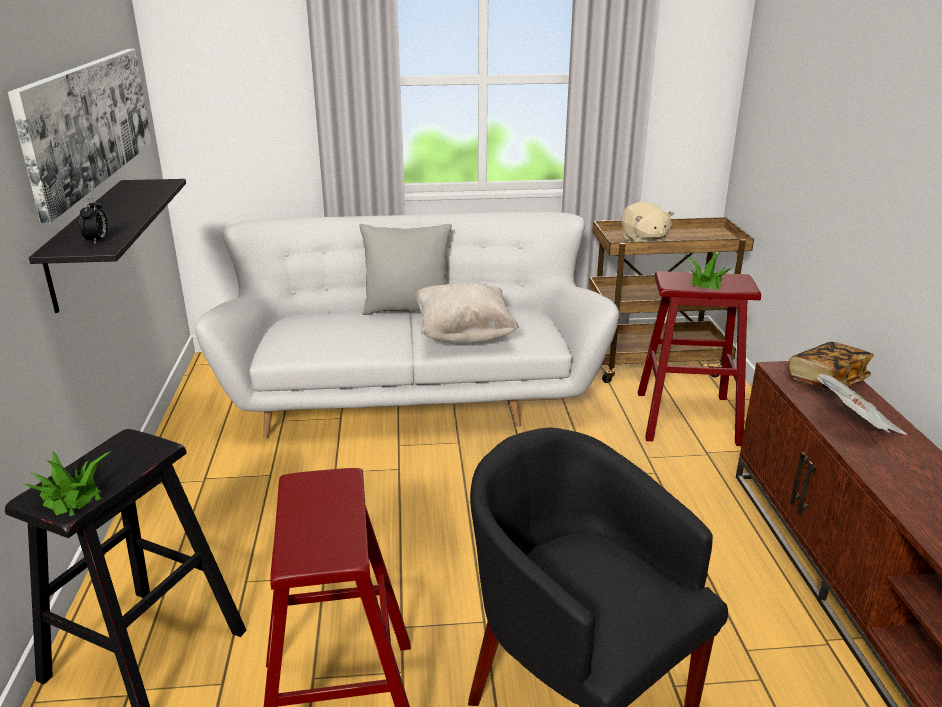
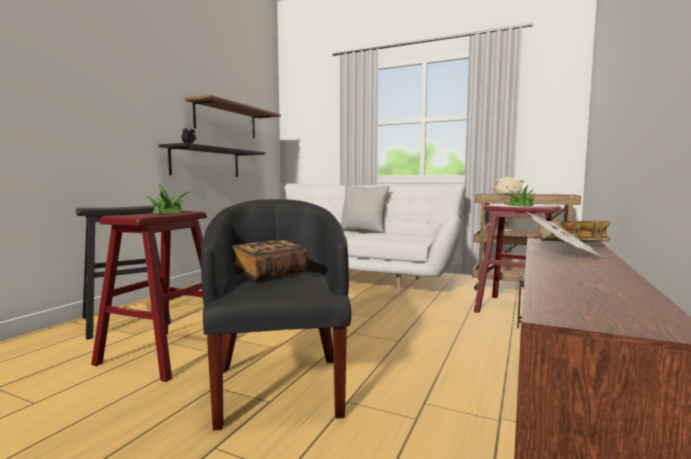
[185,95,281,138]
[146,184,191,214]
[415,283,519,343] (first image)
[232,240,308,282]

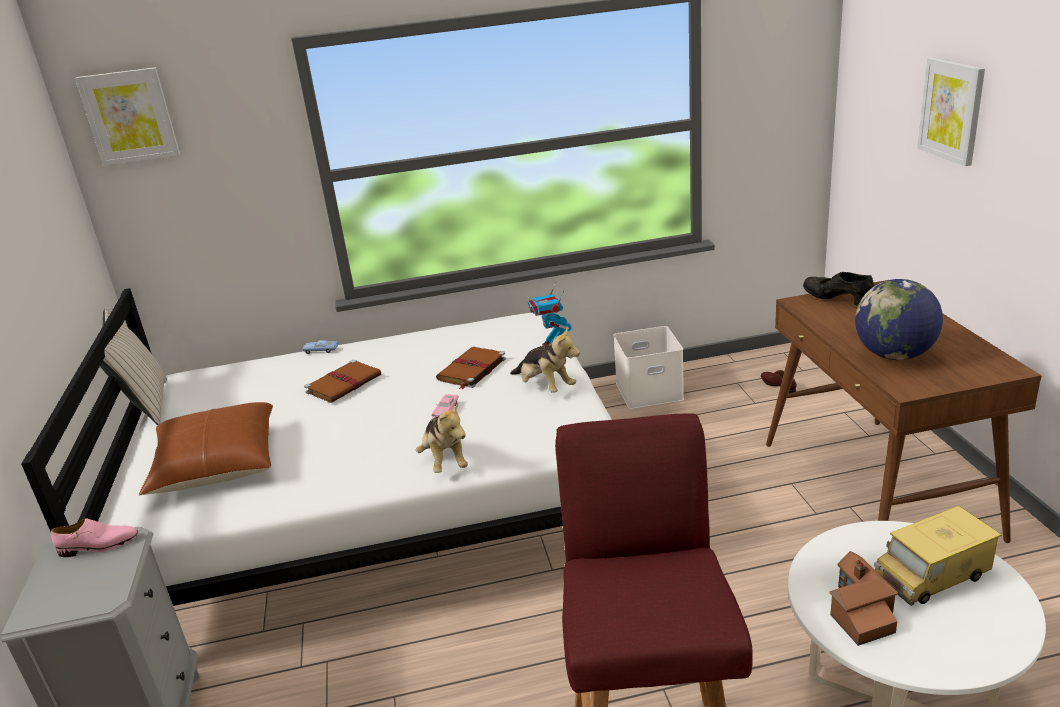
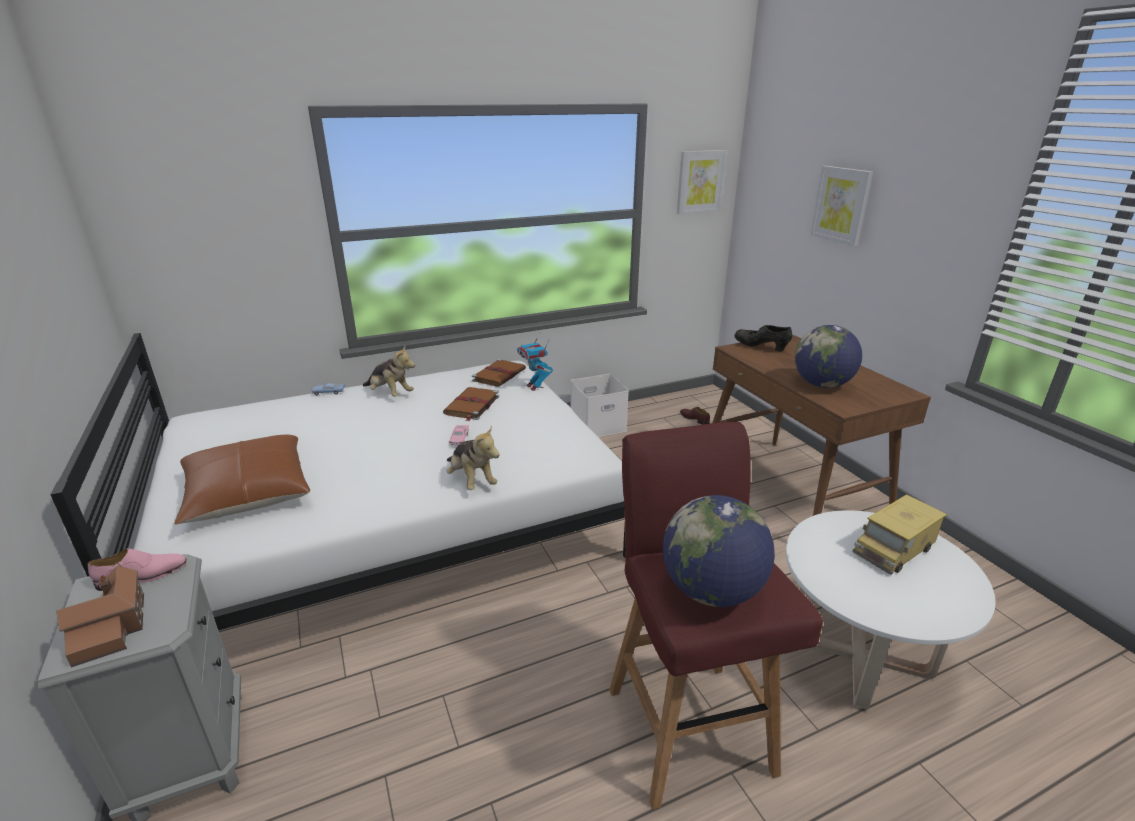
[677,150,727,214]
[100,308,167,425] (first image)
[472,359,526,387]
[363,346,415,397]
[56,566,144,668]
[663,495,775,607]

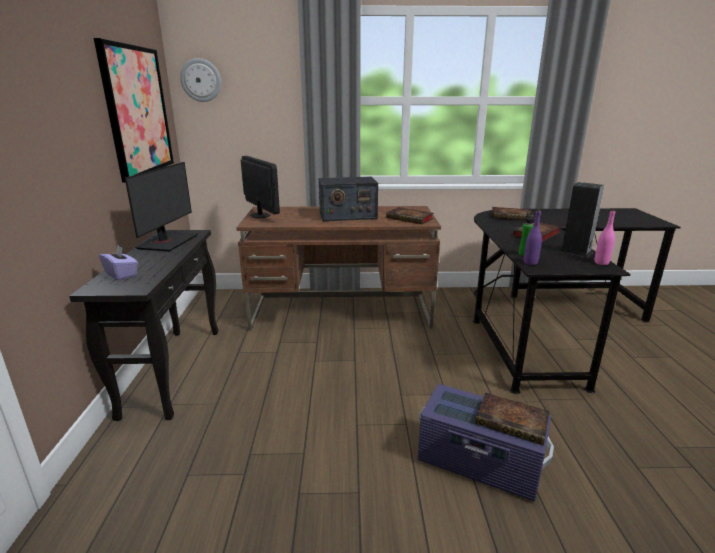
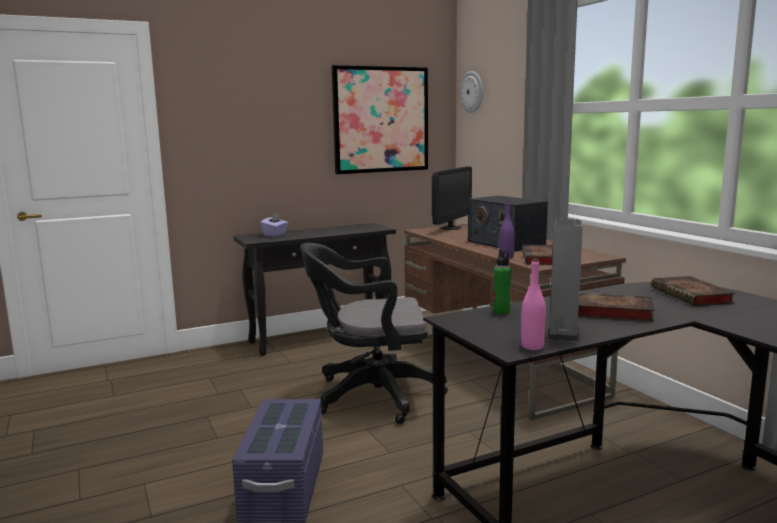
[125,162,198,251] (first image)
[475,393,550,445] (first image)
[499,201,515,259]
[301,243,448,424]

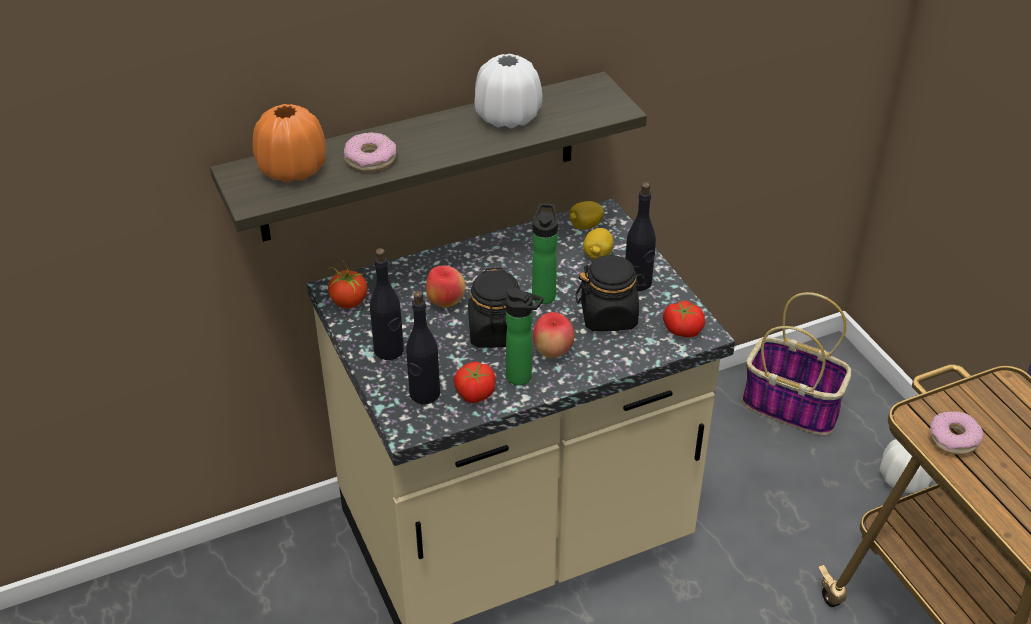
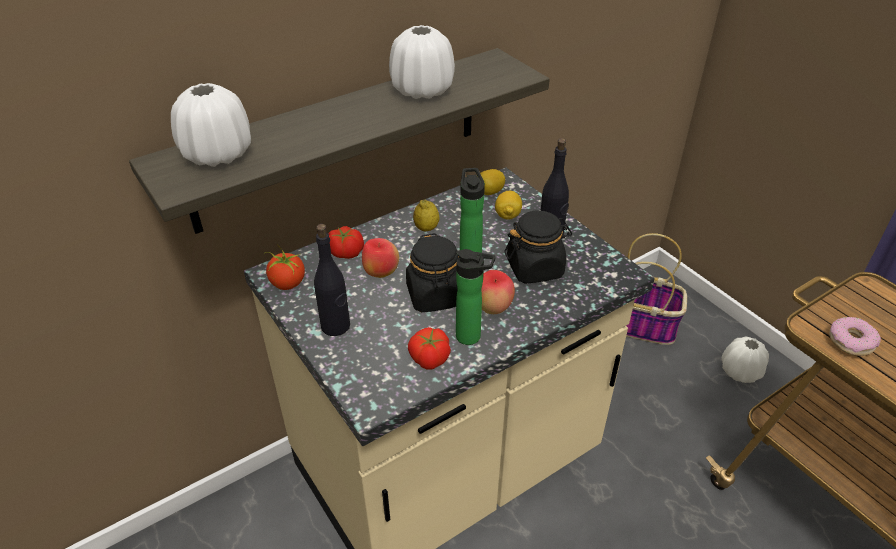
[171,83,251,167]
[344,133,396,172] (first image)
[406,291,440,404] (first image)
[328,226,364,259]
[413,200,440,231]

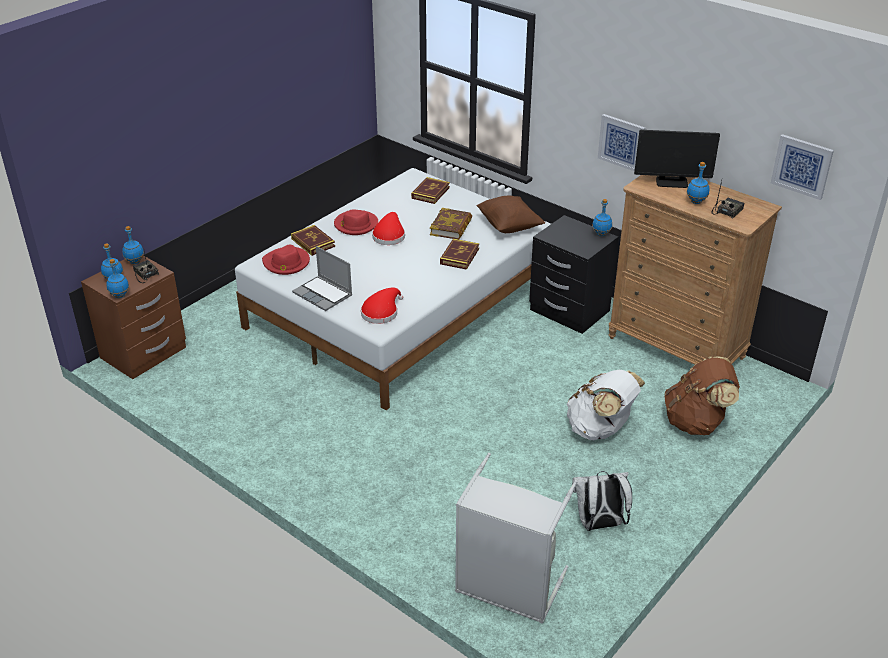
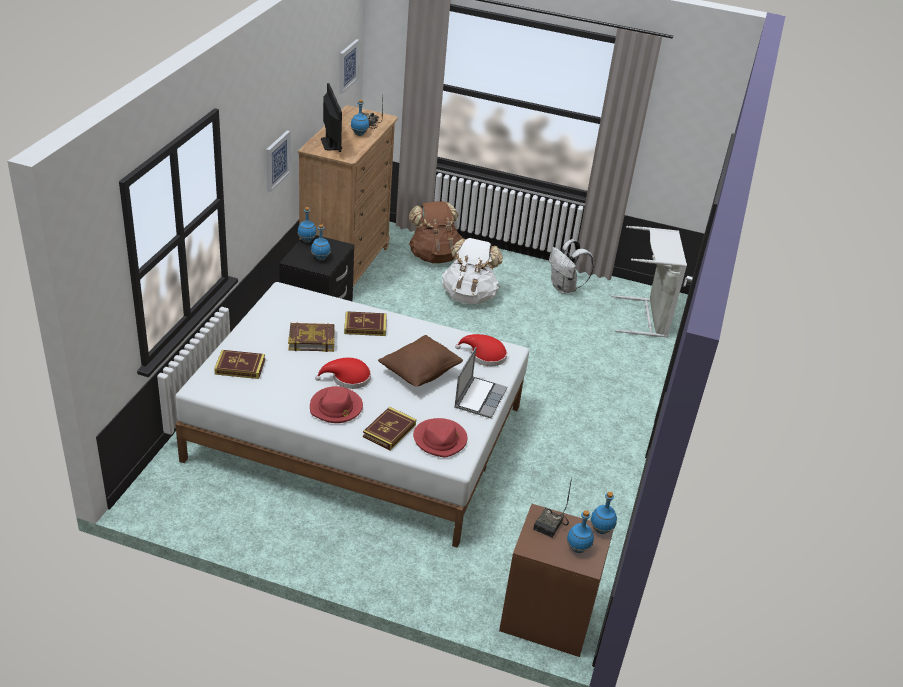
[311,224,331,261]
[378,335,463,387]

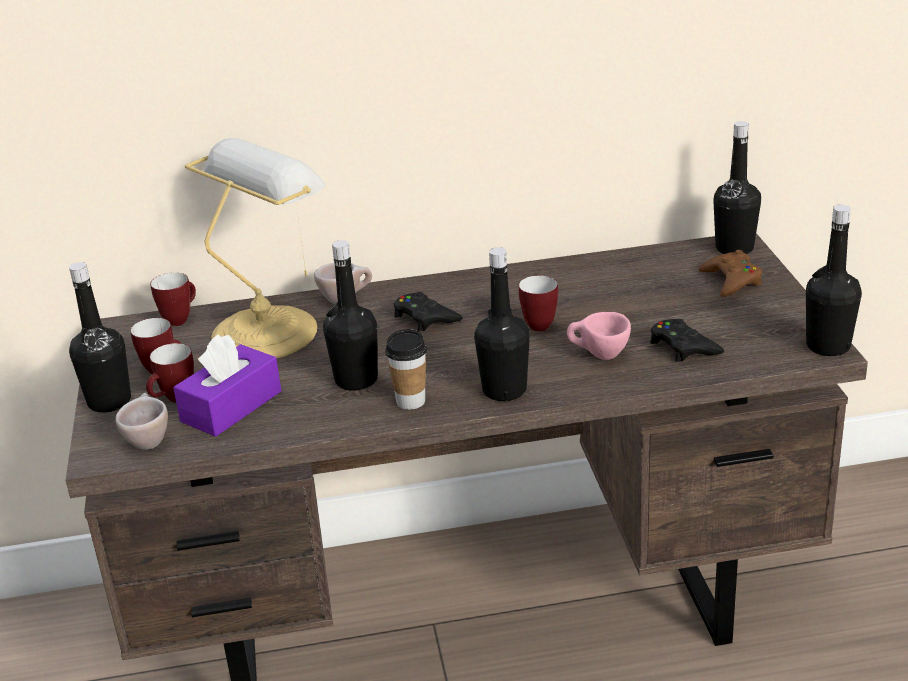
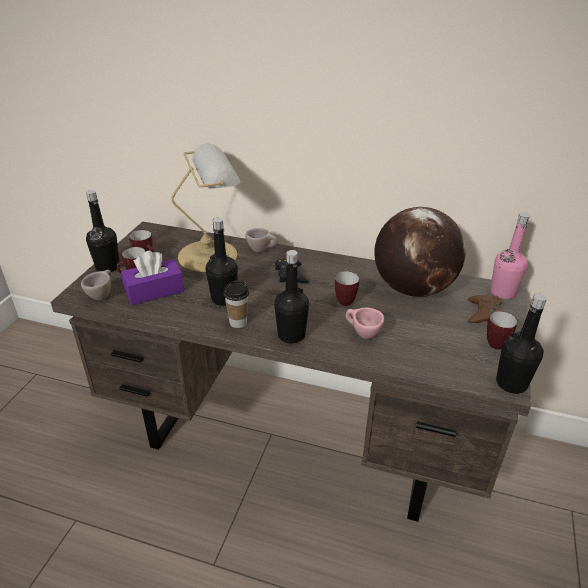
[487,311,518,349]
[650,319,724,362] (first image)
[490,213,530,299]
[374,207,466,297]

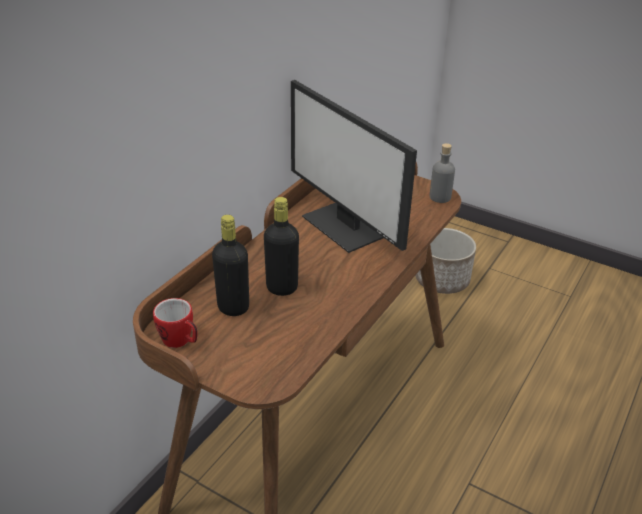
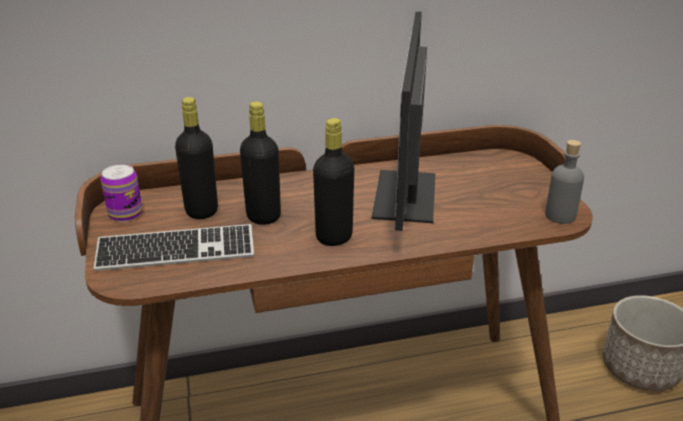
[100,165,142,222]
[94,224,254,271]
[313,118,354,246]

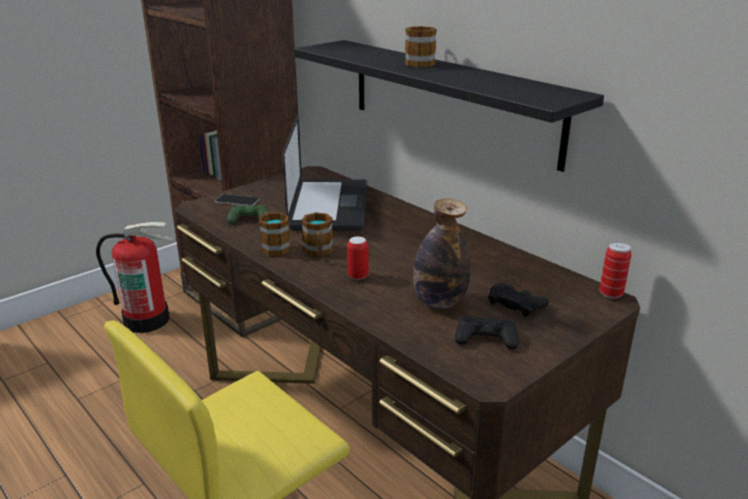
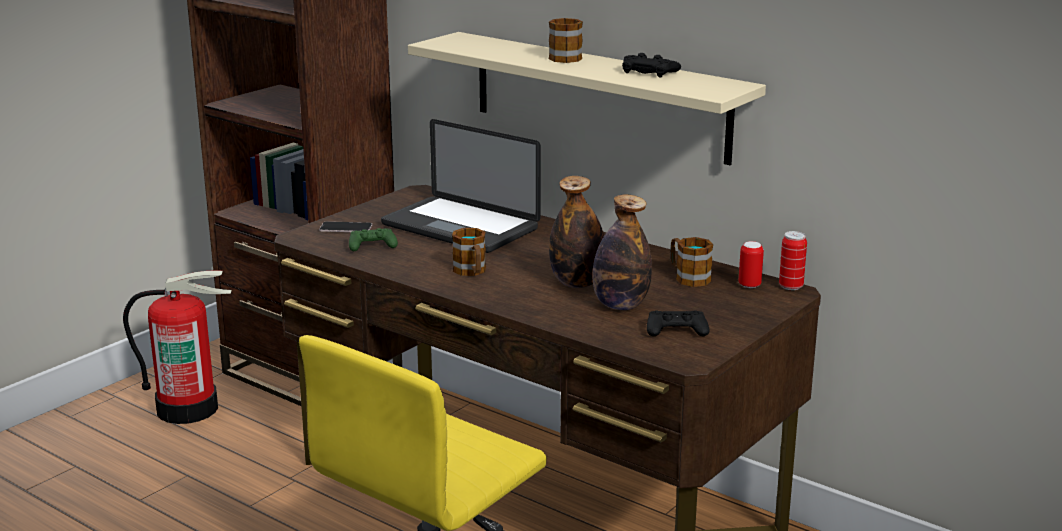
[671,237,713,287]
[381,119,541,253]
[408,32,766,165]
[738,241,764,288]
[622,53,681,78]
[549,176,604,288]

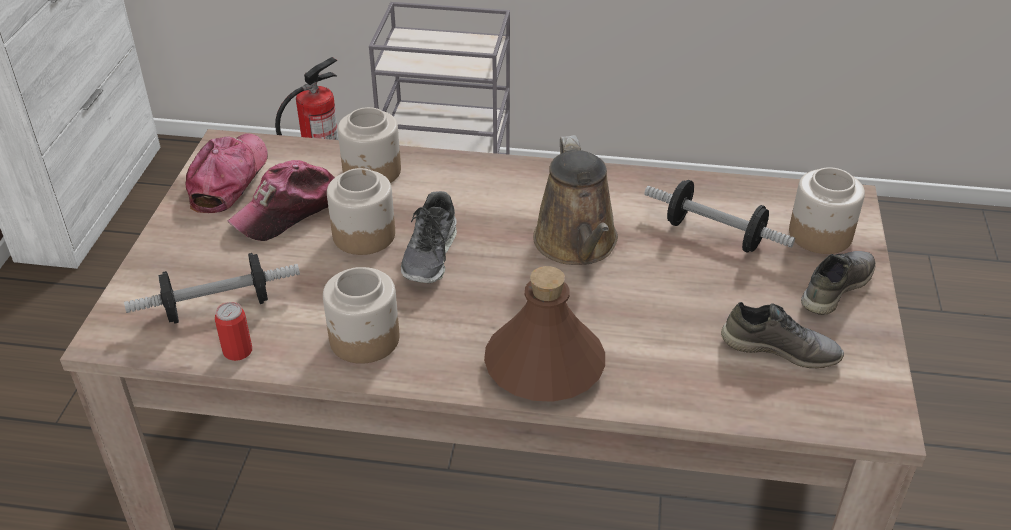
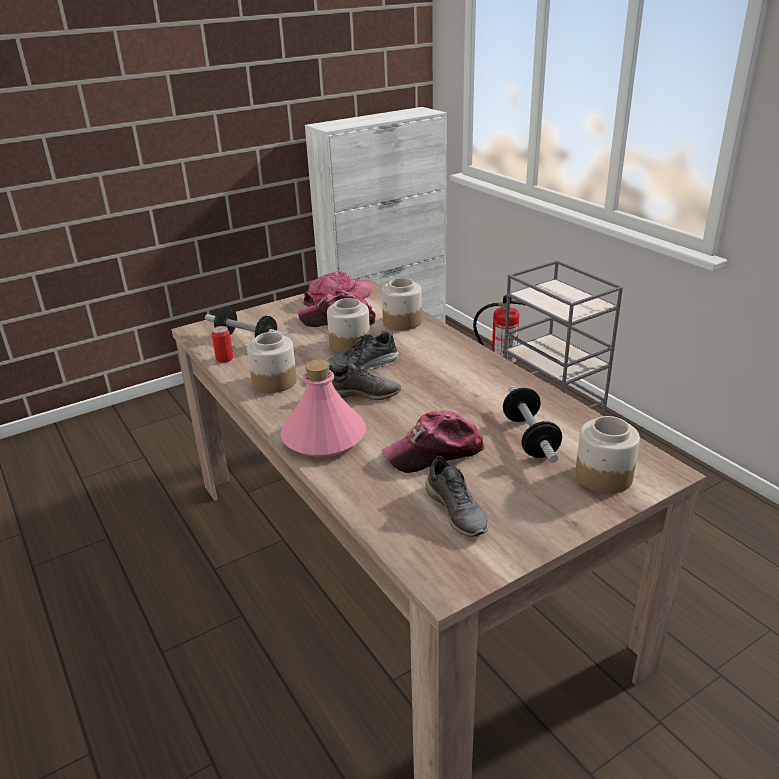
[280,359,366,457]
[533,135,618,265] (first image)
[329,362,401,400]
[381,411,485,473]

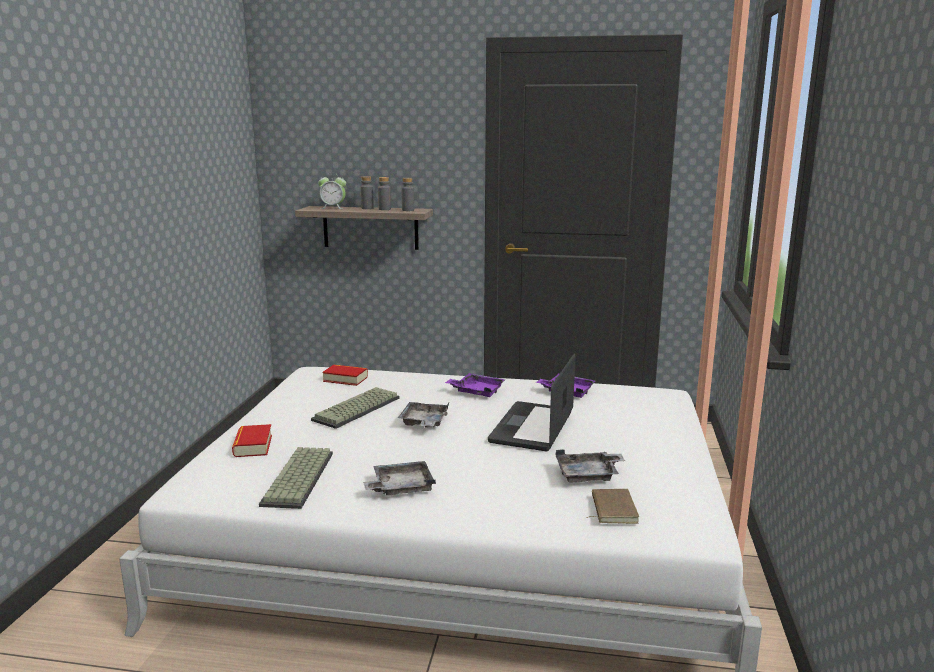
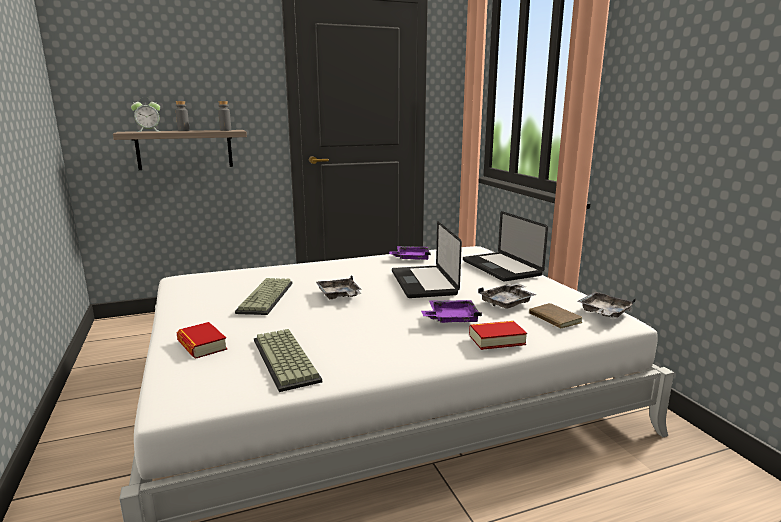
[469,321,527,350]
[577,292,636,318]
[378,177,391,210] (first image)
[421,300,482,323]
[463,211,548,281]

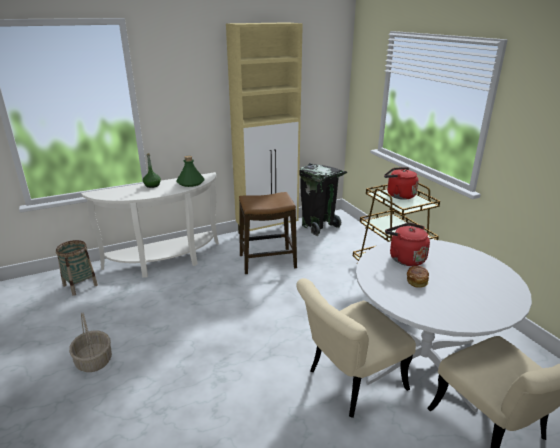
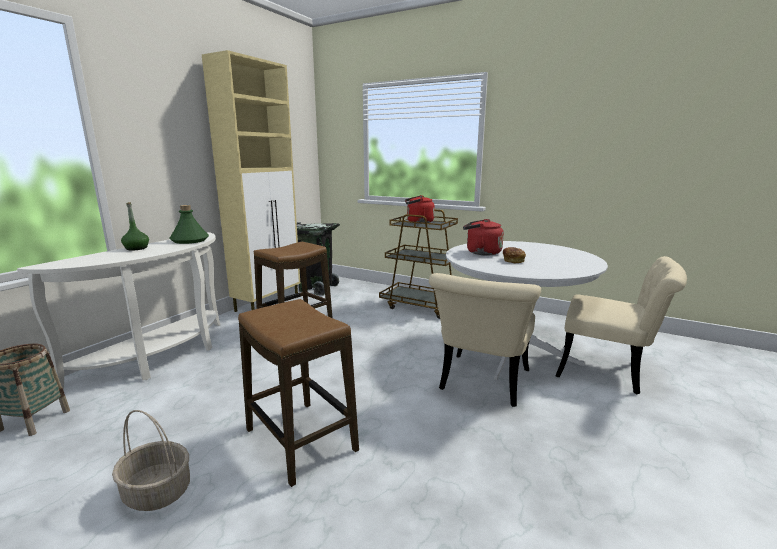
[238,299,359,487]

